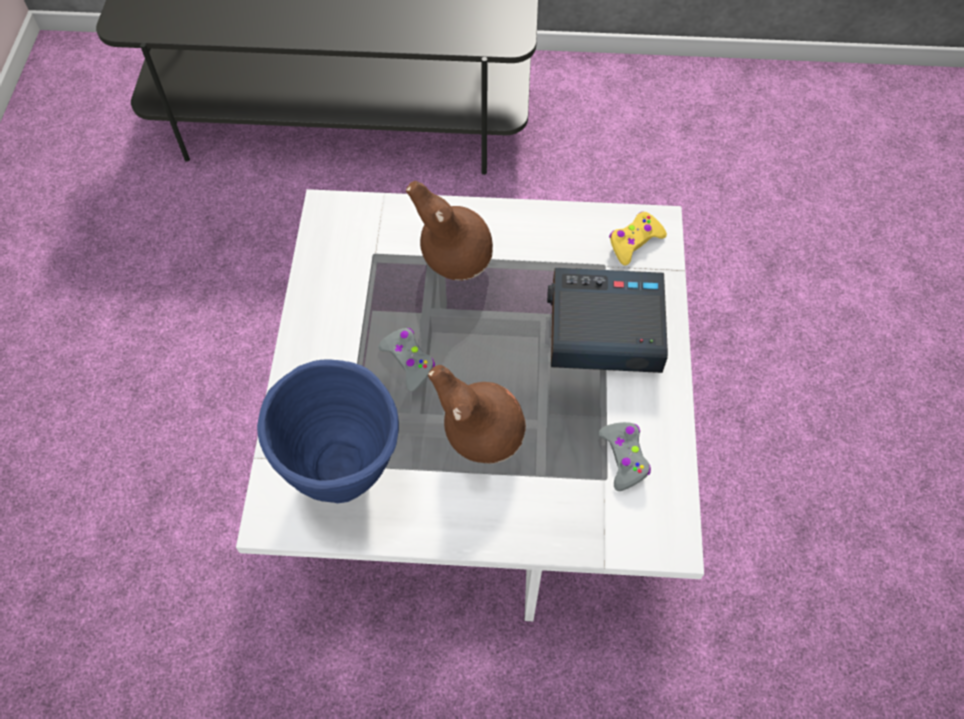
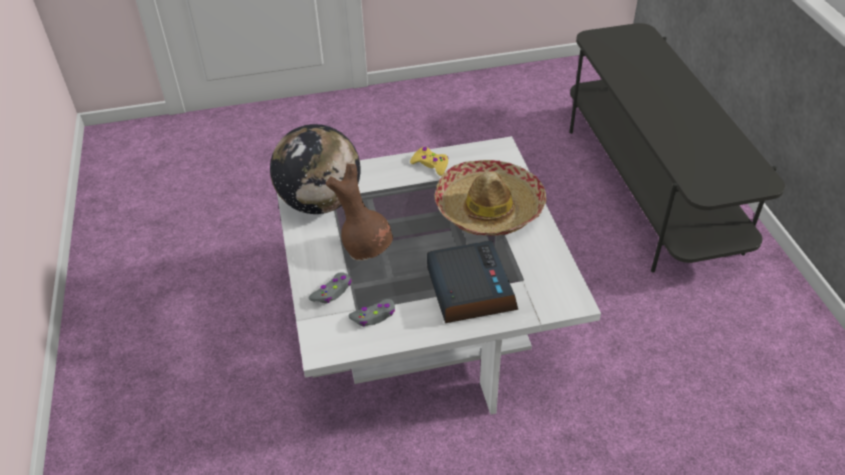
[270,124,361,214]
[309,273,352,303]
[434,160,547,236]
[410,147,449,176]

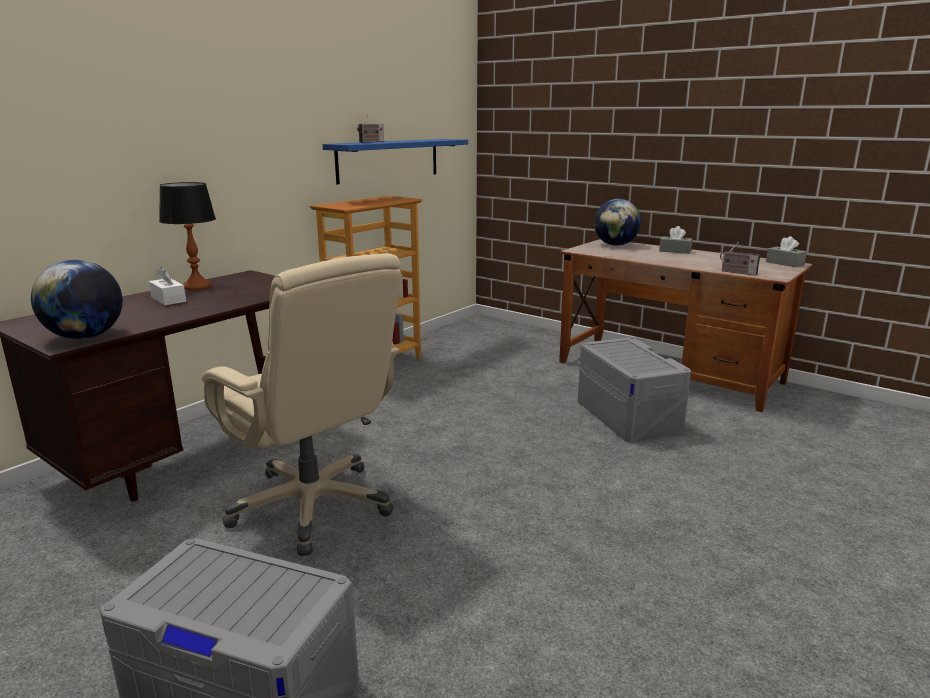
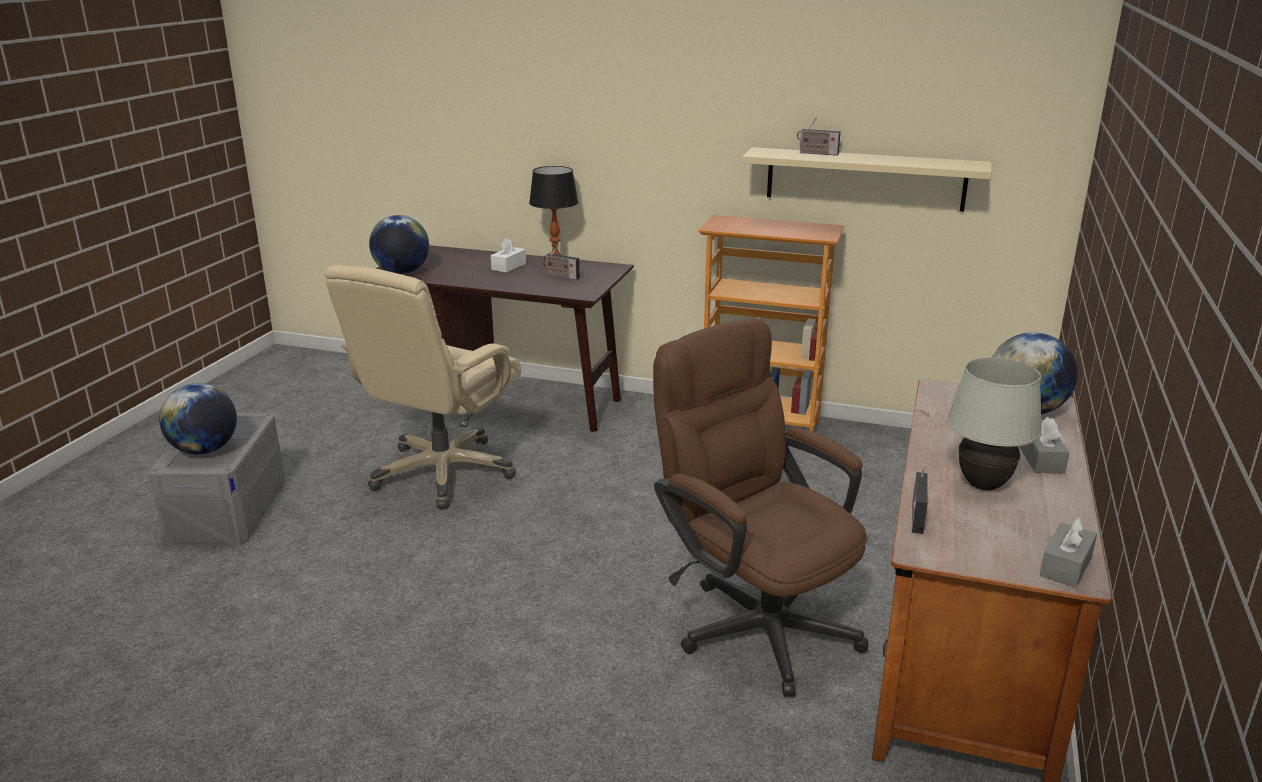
[742,147,992,212]
[653,318,869,697]
[159,383,237,454]
[544,245,580,280]
[947,357,1042,491]

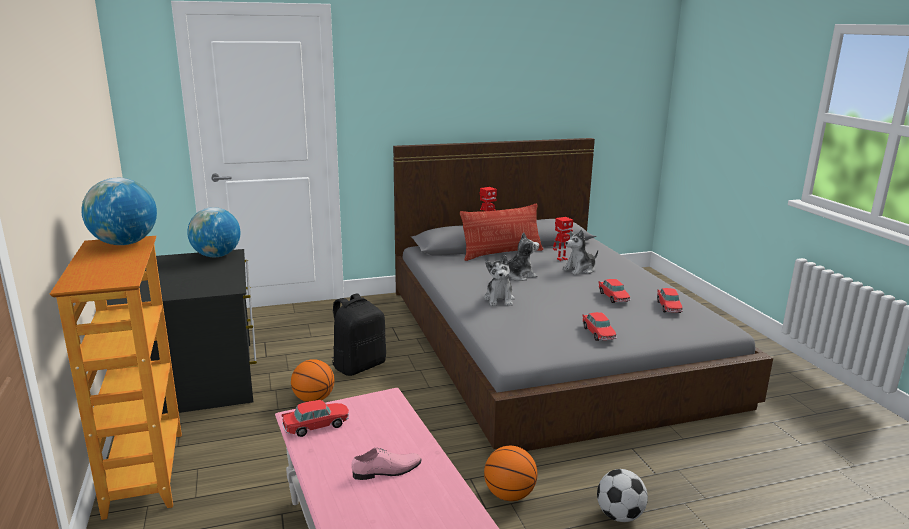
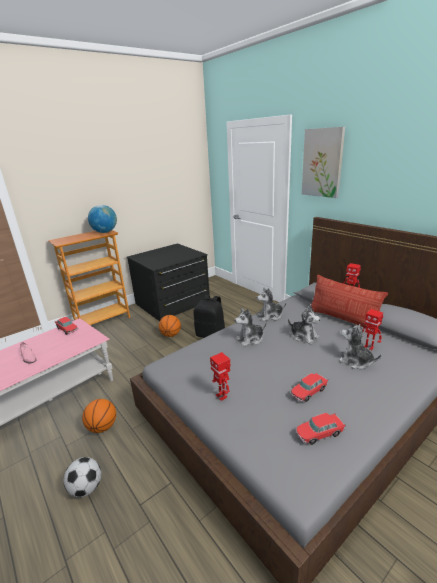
[187,207,240,257] (first image)
[210,352,230,401]
[257,287,287,321]
[302,127,345,198]

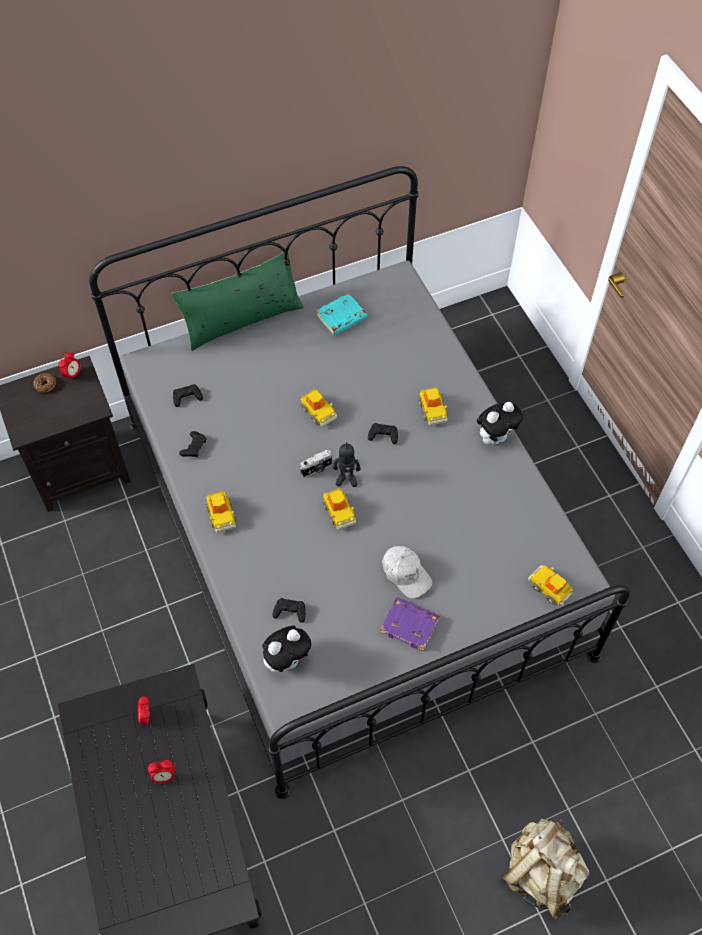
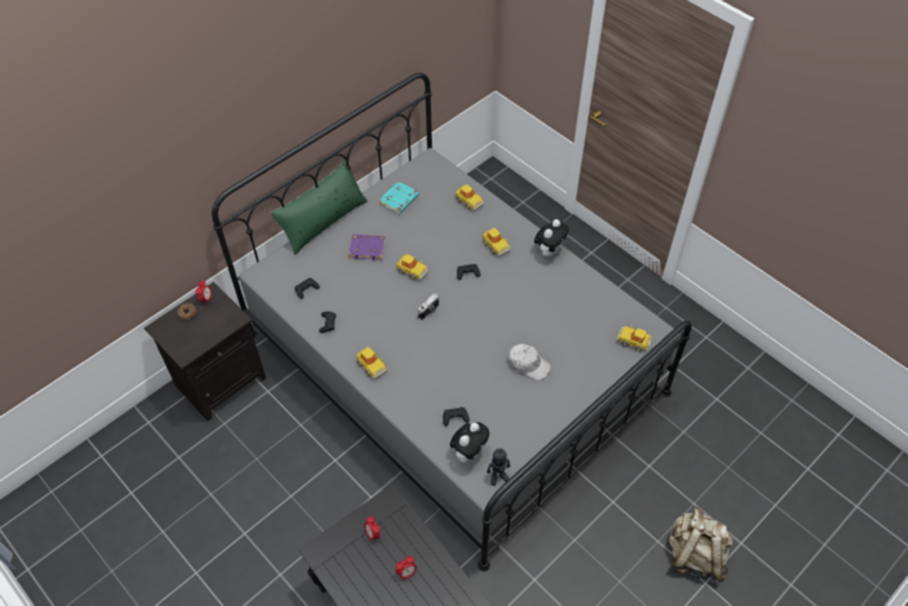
[455,184,484,211]
[487,448,510,486]
[348,234,385,260]

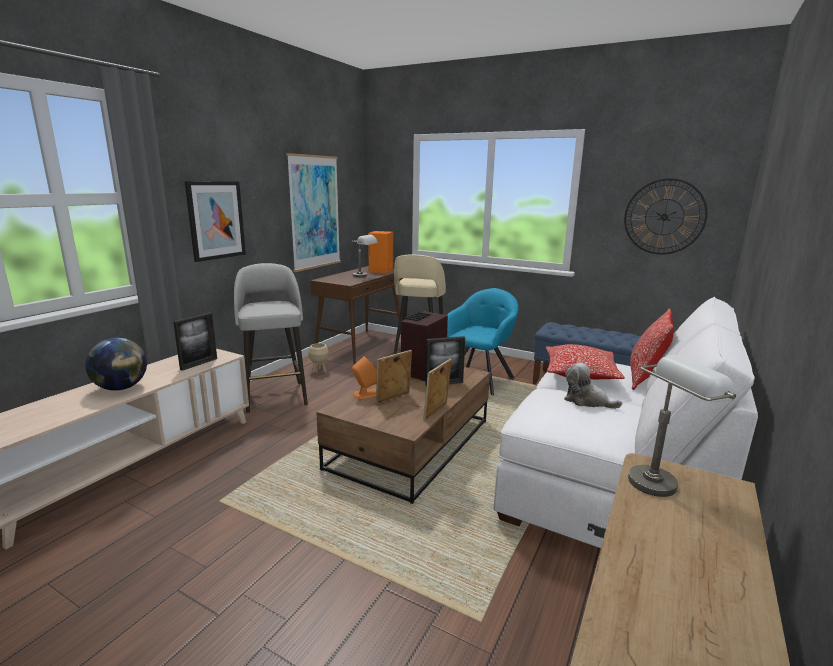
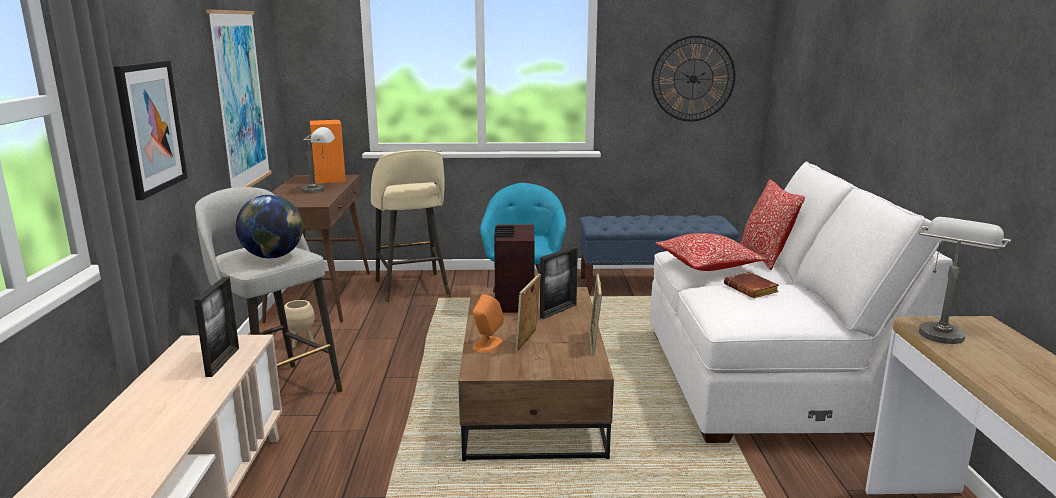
[236,195,303,259]
[724,272,779,298]

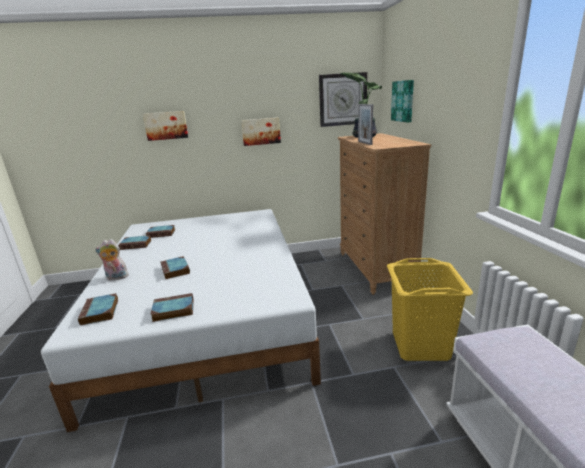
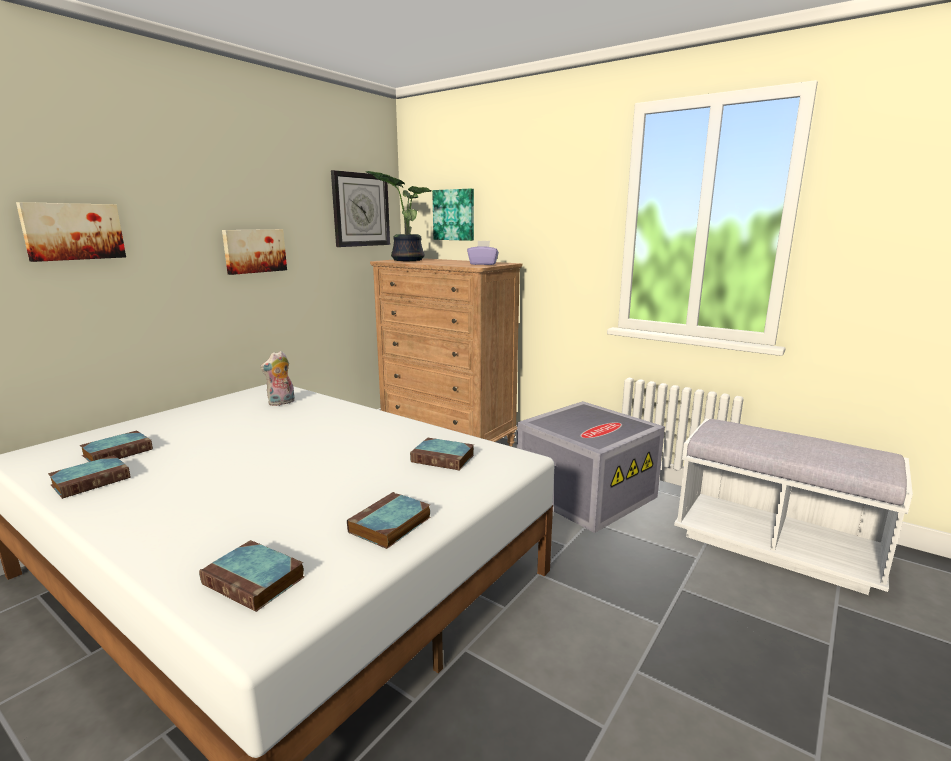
[260,351,295,406]
[410,438,474,470]
[358,104,373,145] (first image)
[517,401,665,533]
[467,241,499,265]

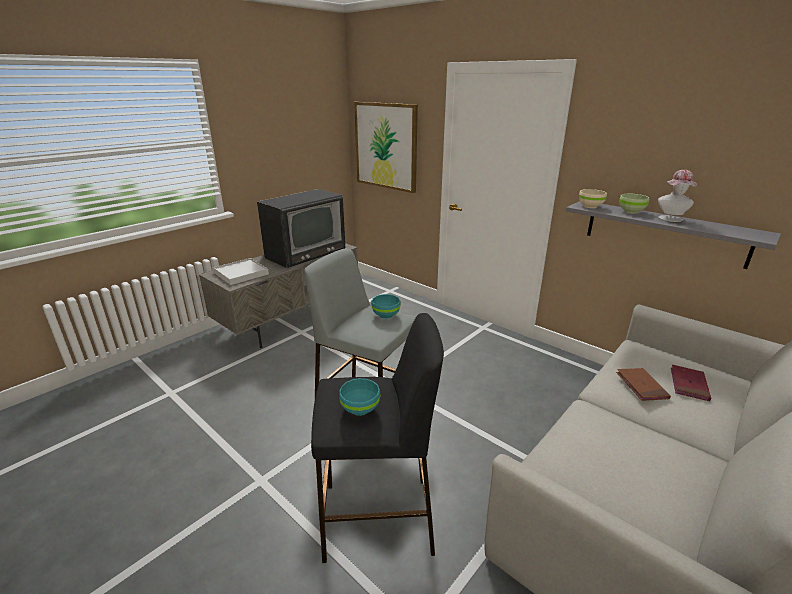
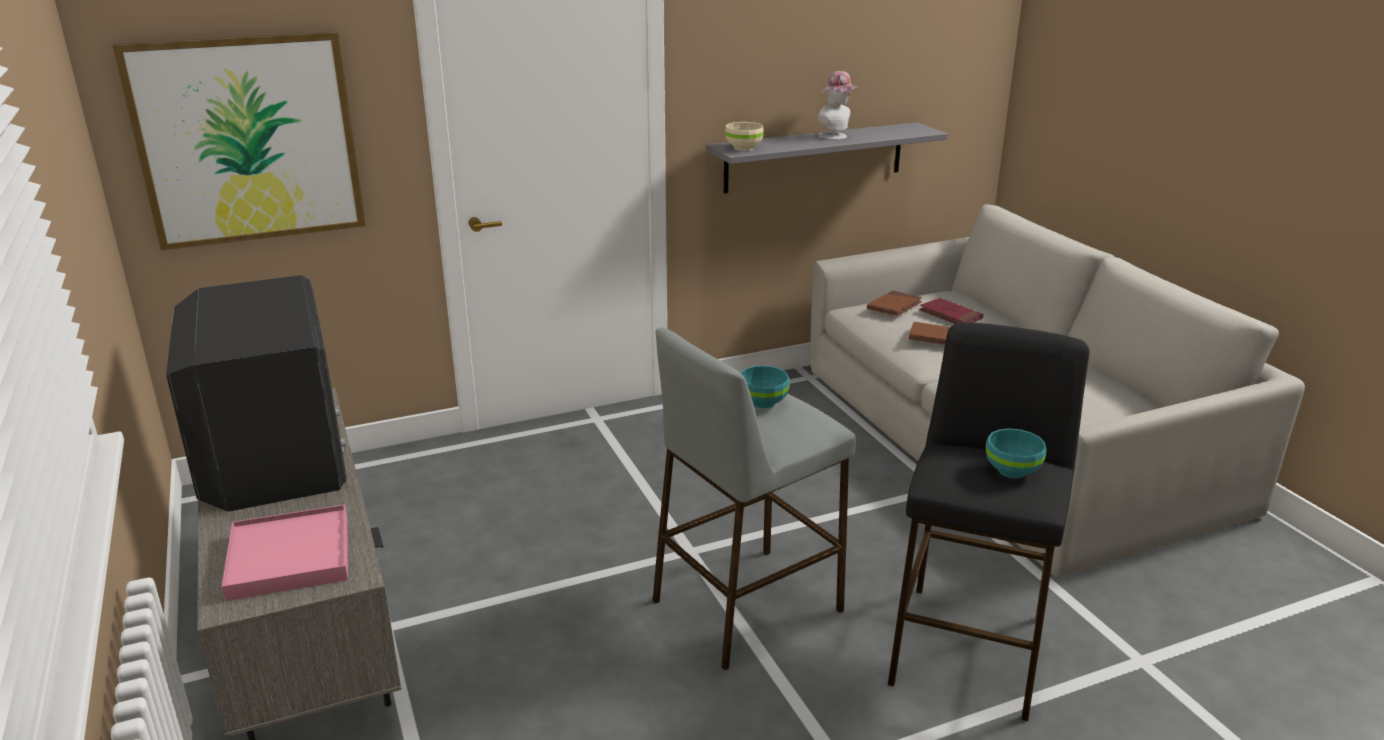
[222,504,348,601]
[619,194,649,213] (first image)
[867,290,922,316]

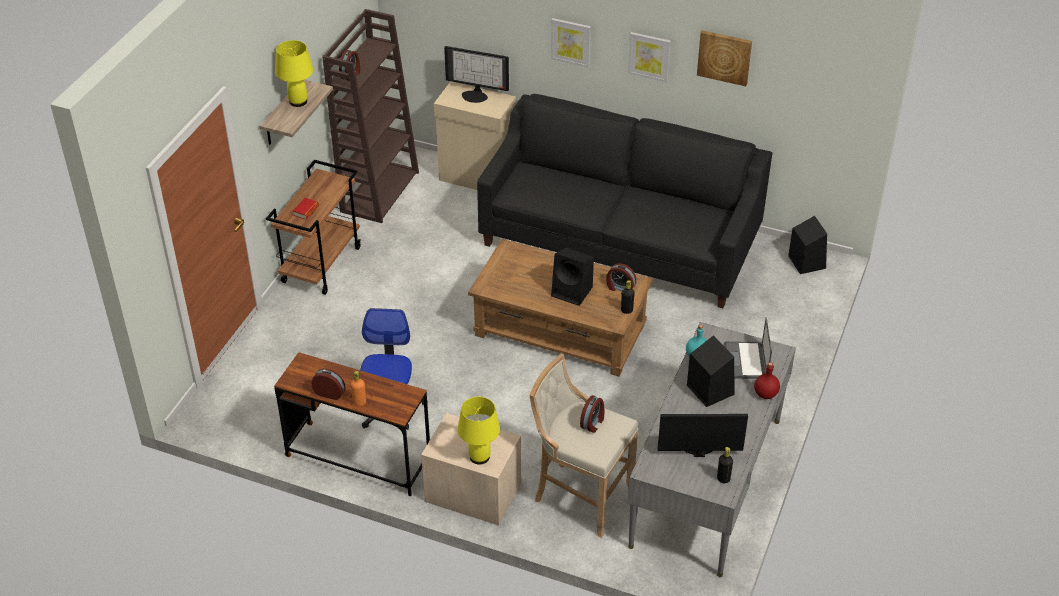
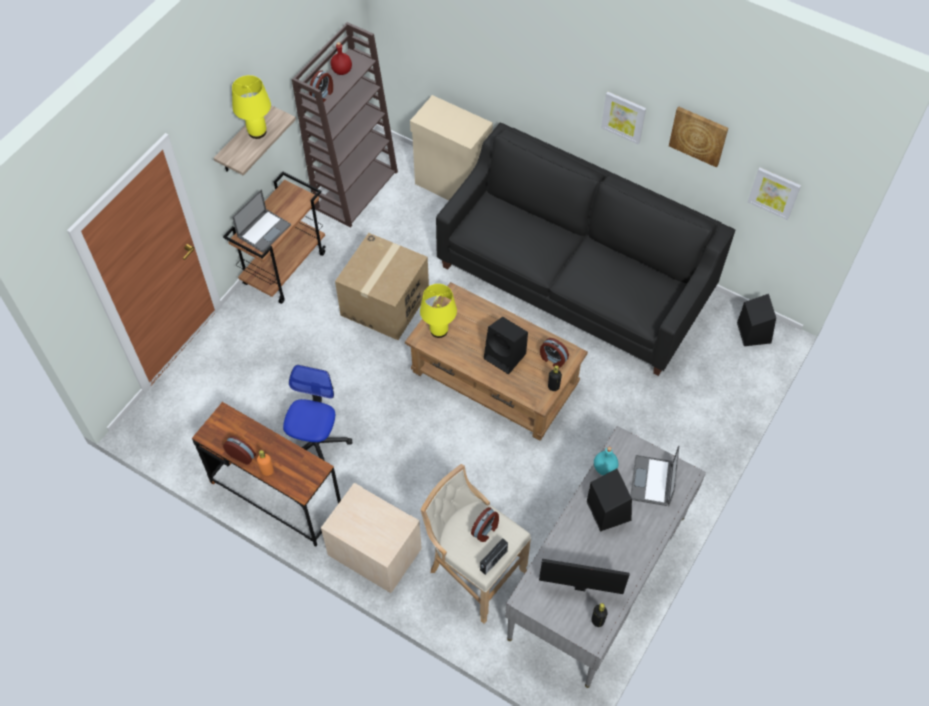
[232,190,291,253]
[444,46,509,103] (first image)
[420,284,457,338]
[748,167,801,220]
[331,42,352,75]
[335,233,429,340]
[480,538,508,575]

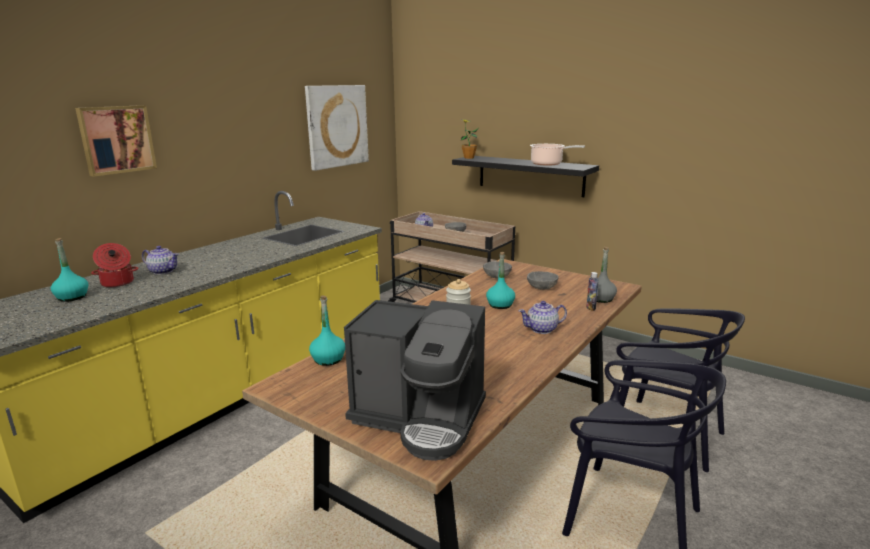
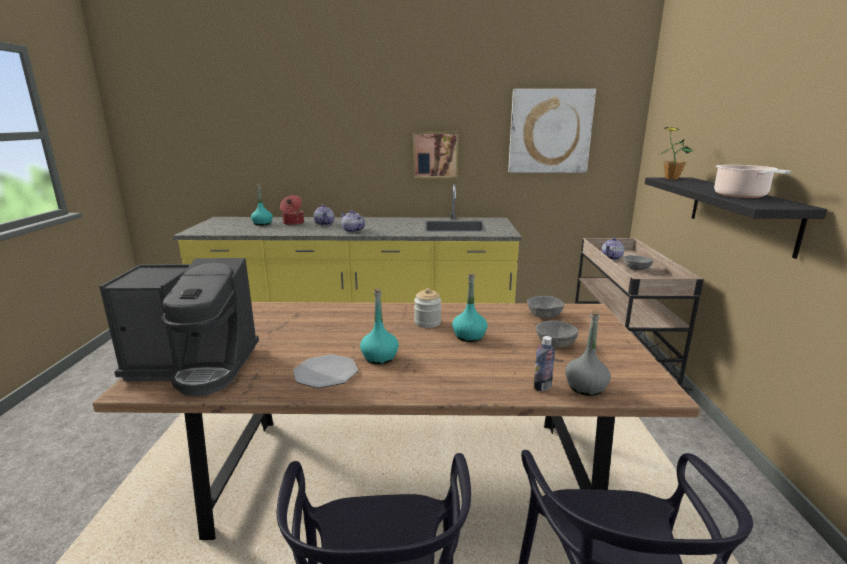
[413,132,459,178]
[360,288,399,364]
[99,258,259,396]
[340,210,365,233]
[293,354,358,388]

